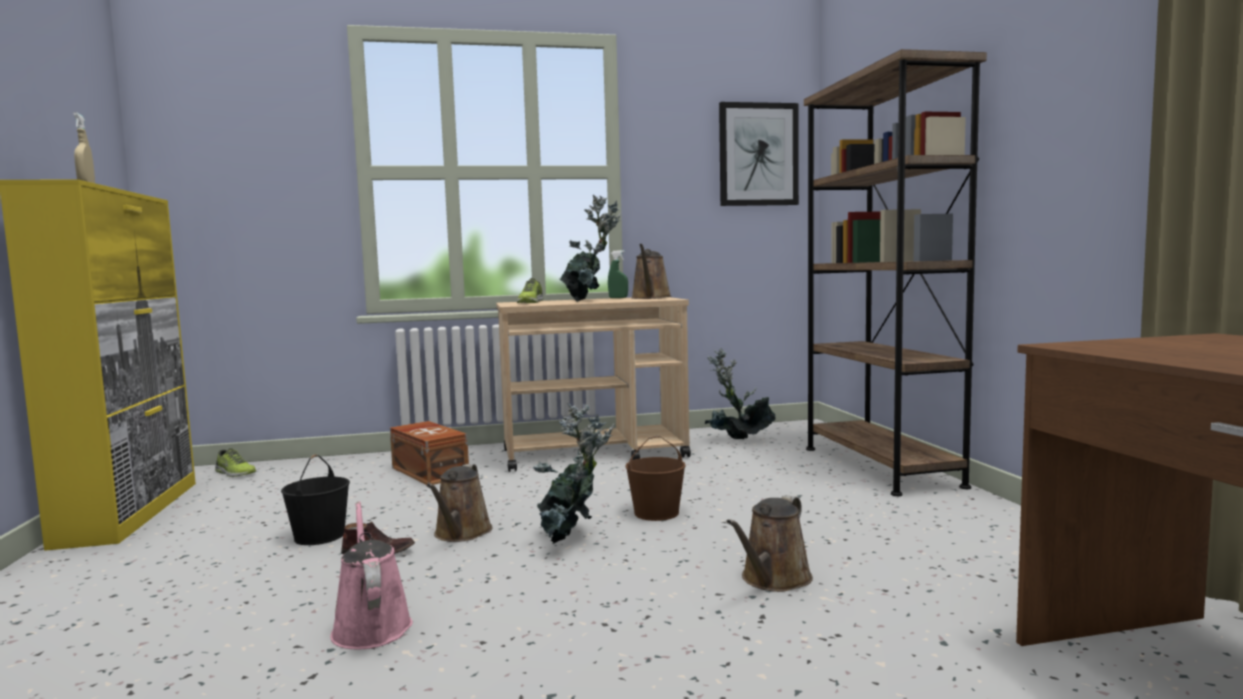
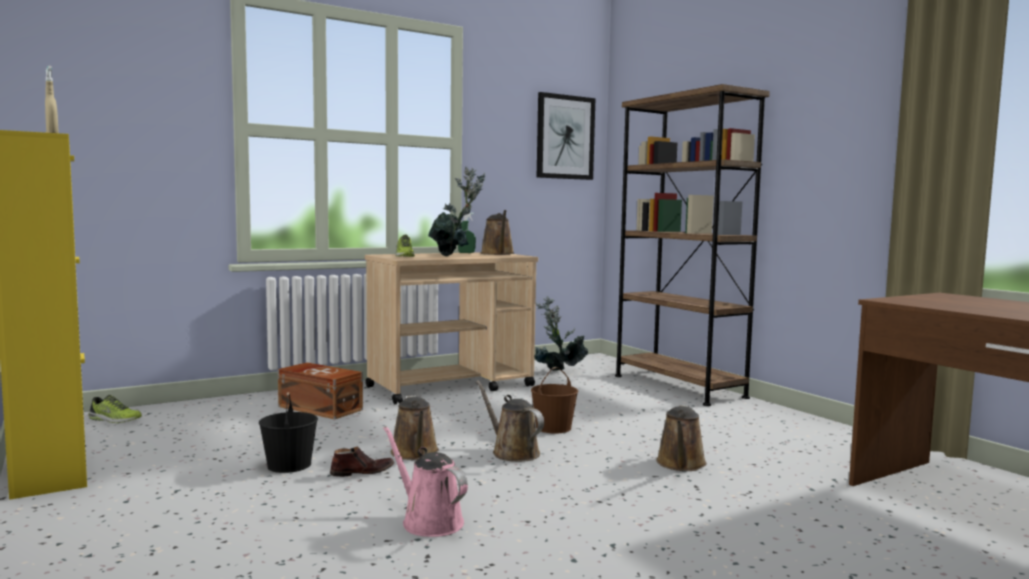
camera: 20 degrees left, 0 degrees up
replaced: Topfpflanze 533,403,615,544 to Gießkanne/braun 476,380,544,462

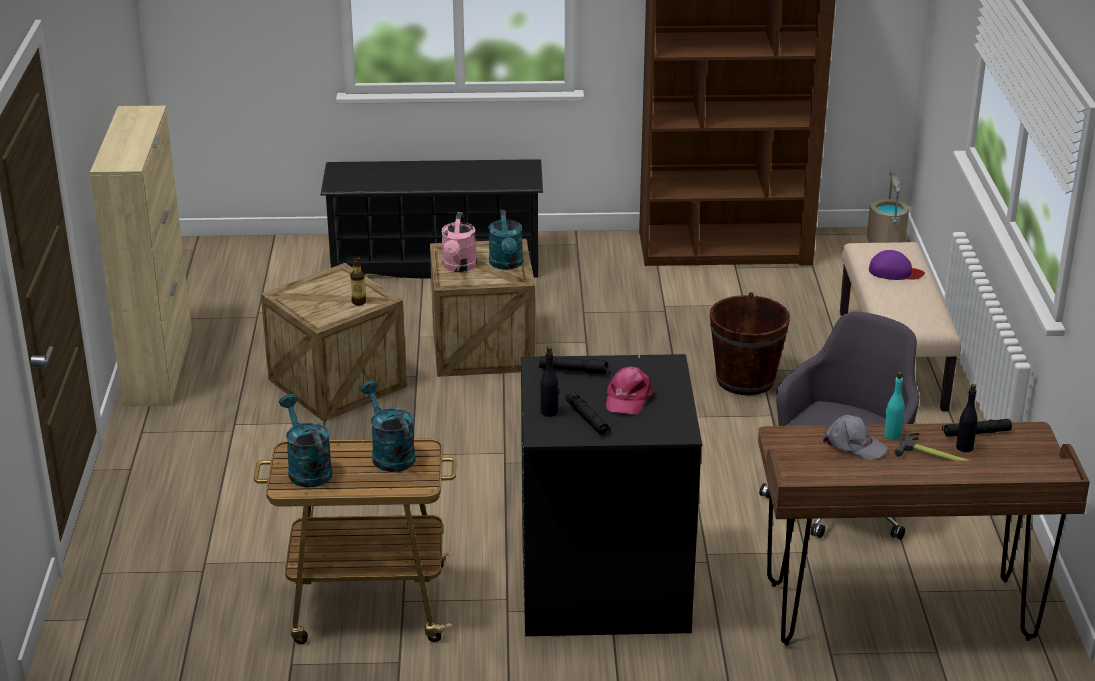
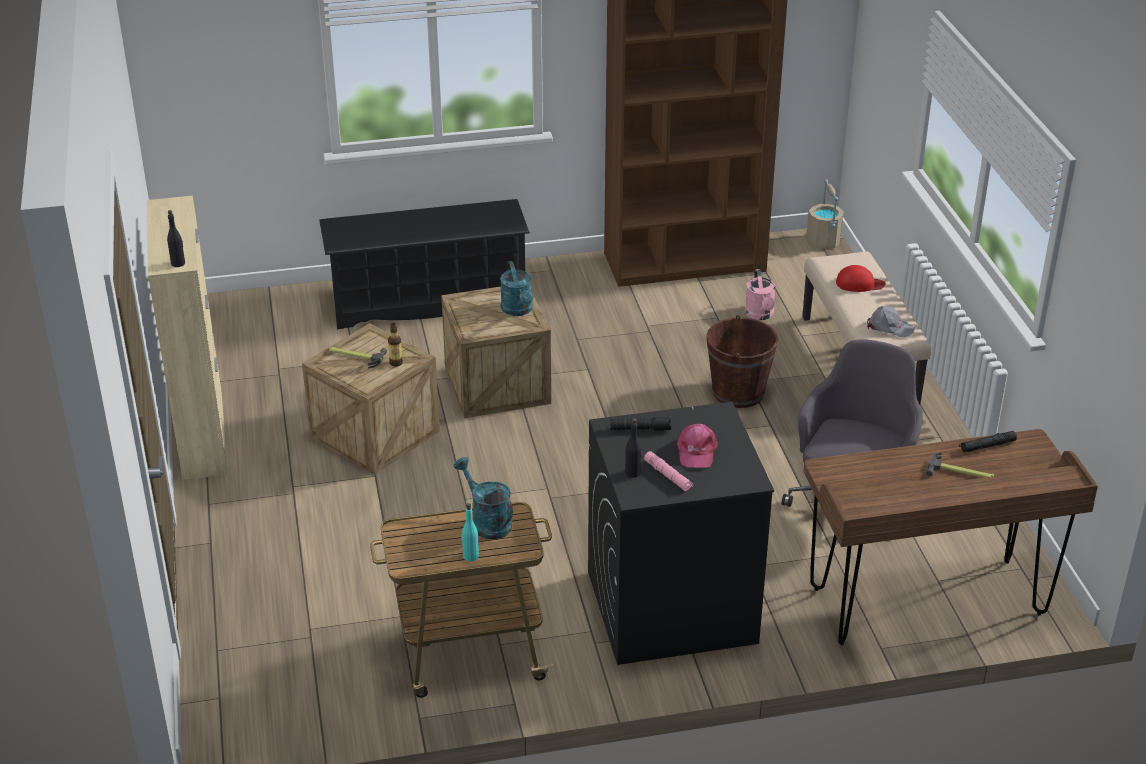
camera: 10 degrees left, 5 degrees up
removed: Gießkanne/türkis 279,394,333,487
added: Hammer 329,347,387,369
moved: Gießkanne/rosa 441,212,477,272 to 745,269,775,320; Kappe/grau 823,415,888,460 to 867,306,915,338; Flasche/türkis 884,372,905,440 to 461,503,479,561; Flasche/schwarz 956,384,978,452 to 167,210,185,267
recoloured: Taschenlampe/schwarz 565,391,611,435 to Taschenlampe/rosa 644,451,693,491; Kappe/lila 869,250,925,280 to Kappe/rot 836,265,886,292

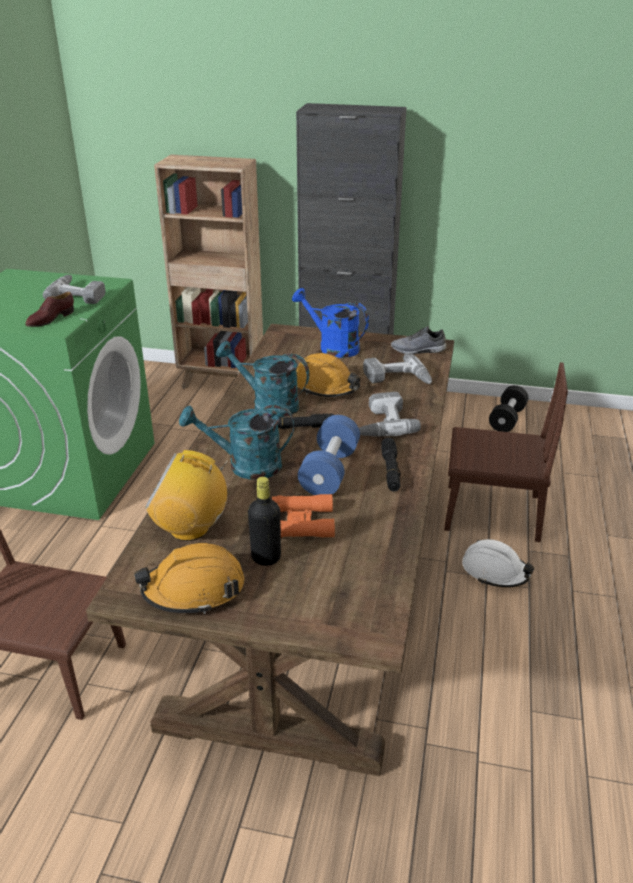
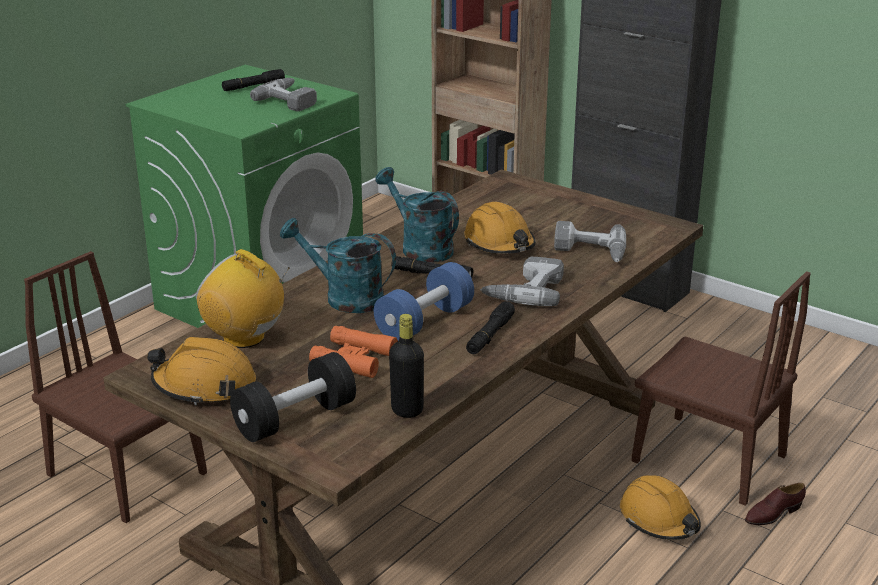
camera: 25 degrees right, 5 degrees down
removed: Gießkanne/blau 292,288,369,358; Schuh/grau 391,326,447,354
added: Taschenlampe/schwarz 222,69,285,91
moved: Schuh/braun 25,292,74,327 to 745,483,806,525; Flasche/schwarz 248,477,281,566 to 389,314,424,418; Hantel/schwarz 489,385,528,432 to 230,352,356,442
recoloured: Schutzhelm/weiß 462,539,534,588 to Schutzhelm/orange 620,475,701,540

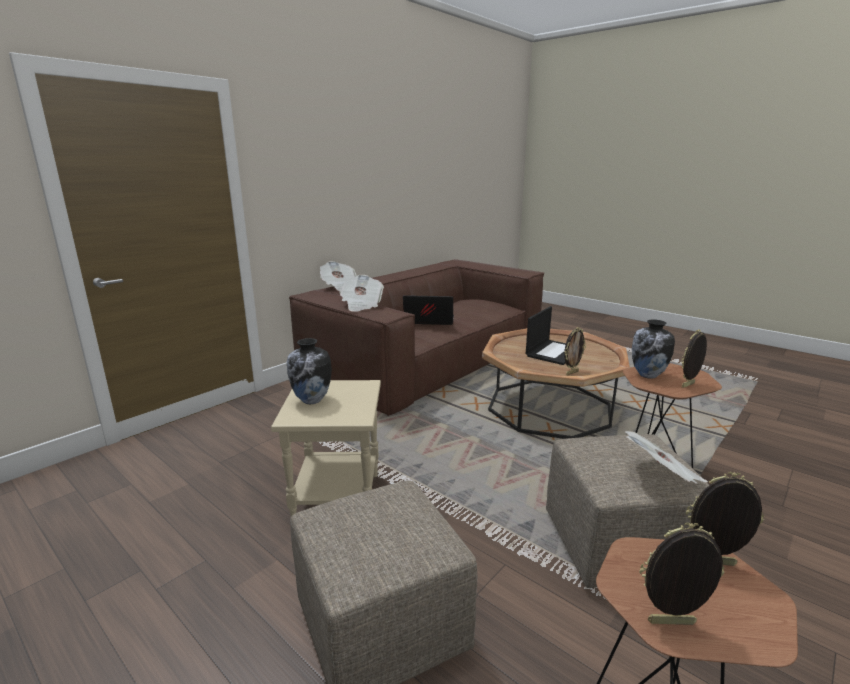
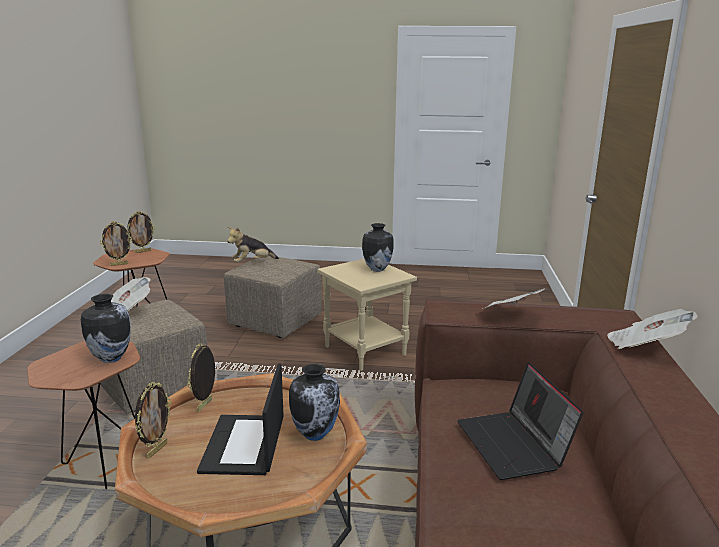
camera: 145 degrees right, 0 degrees up
added: Plüschtier 227,227,279,262; Vase 289,364,340,441
moved: Bilderrahmen 681,329,707,388 to 135,382,172,458
turned: Laptop 403,295,454,325 = 457,362,584,480 105 degrees clockwise

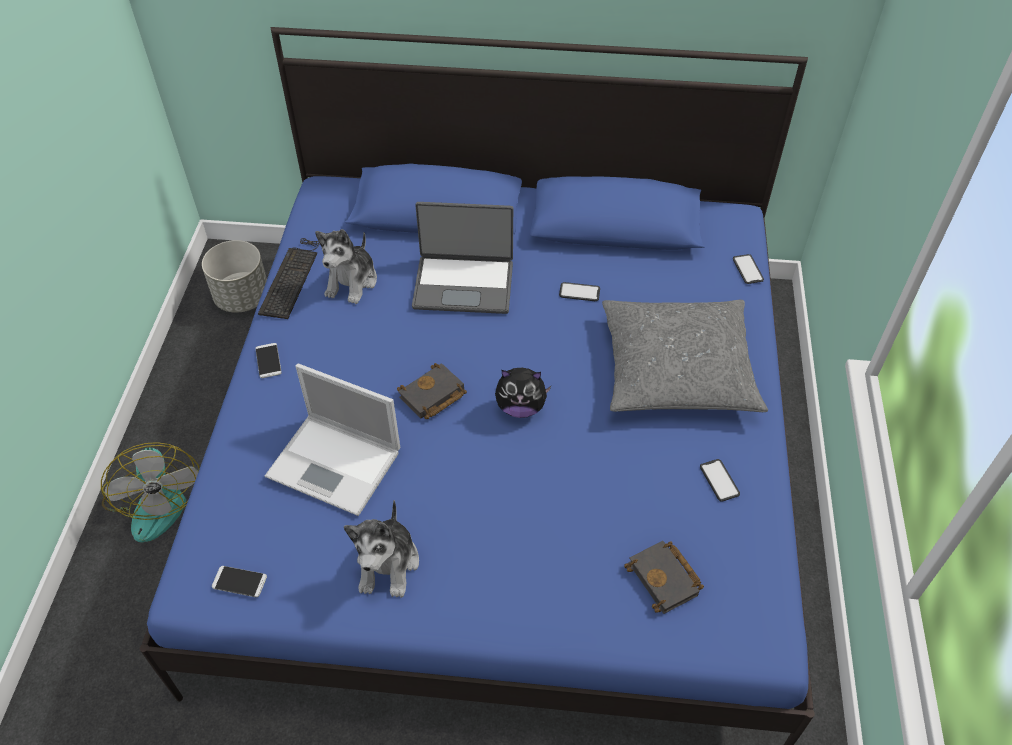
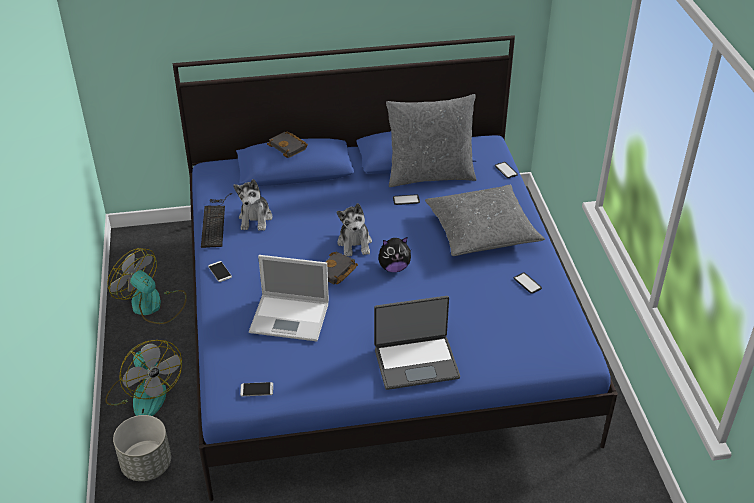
camera: 15 degrees left, 10 degrees down
added: Ventilator 107,248,187,324; Kissen/grau 386,94,477,187
moved: Pflanzkübel/grau 202,240,267,313 to 113,415,171,481; Plüschtier 344,500,419,598 to 337,203,372,256; Laptop 412,202,513,314 to 374,296,460,390; Buch/schwarz 624,541,704,614 to 267,131,308,158

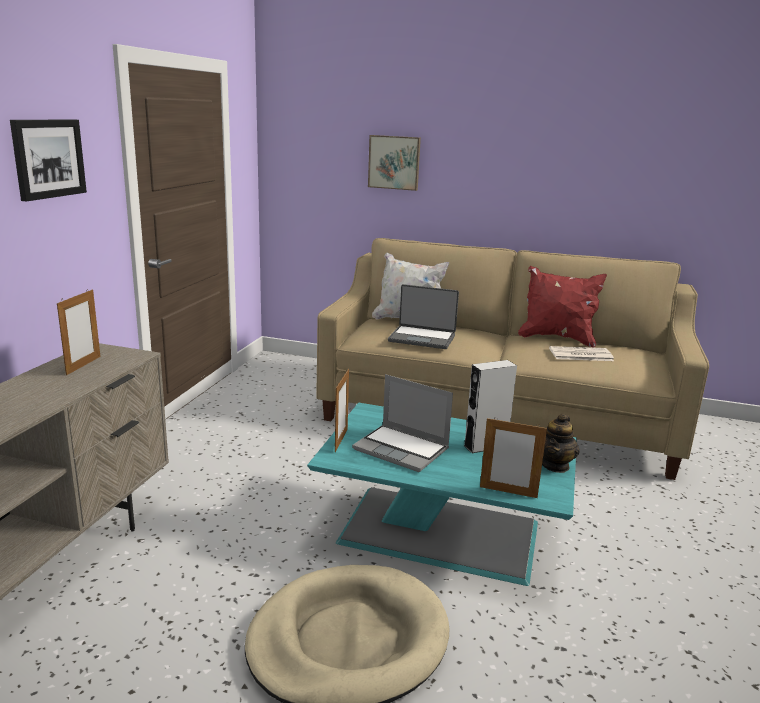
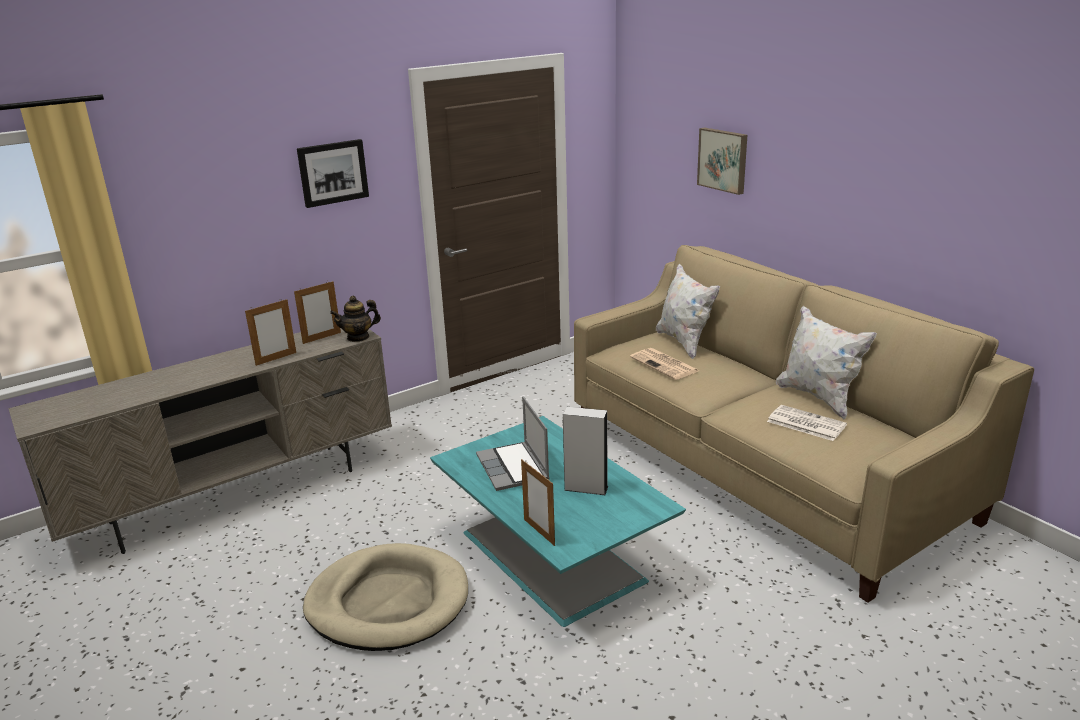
camera: 40 degrees right, 5 degrees up
moved: Bilderrahmen 335,369,349,452 to 245,299,296,366; Teekanne 542,414,580,473 to 330,296,381,342
replaced: Laptop 388,284,459,349 to Zeitung 630,348,699,380
recoloured: Kissen/rot 518,266,607,348 to Kissen/weiß 776,306,877,419

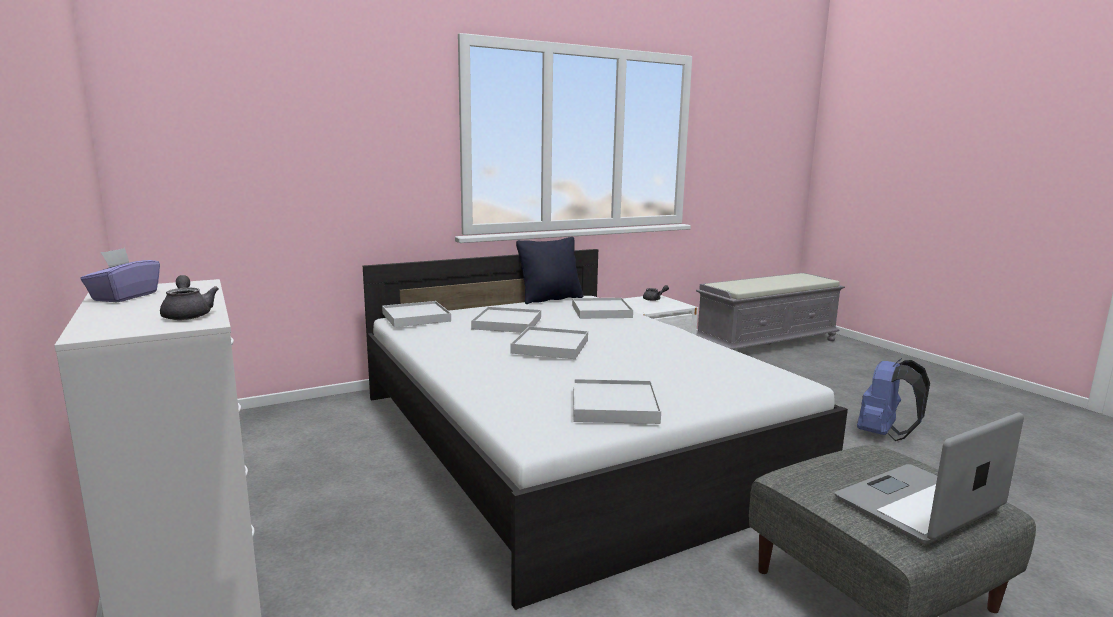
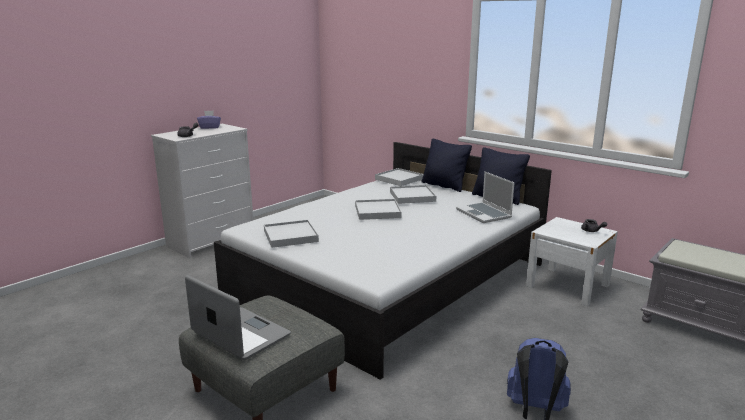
camera: 70 degrees right, 5 degrees up
added: Kissen/schwarz 421,139,472,192
replaced: Tablett/weiß 572,298,633,319 to Laptop 456,172,515,223

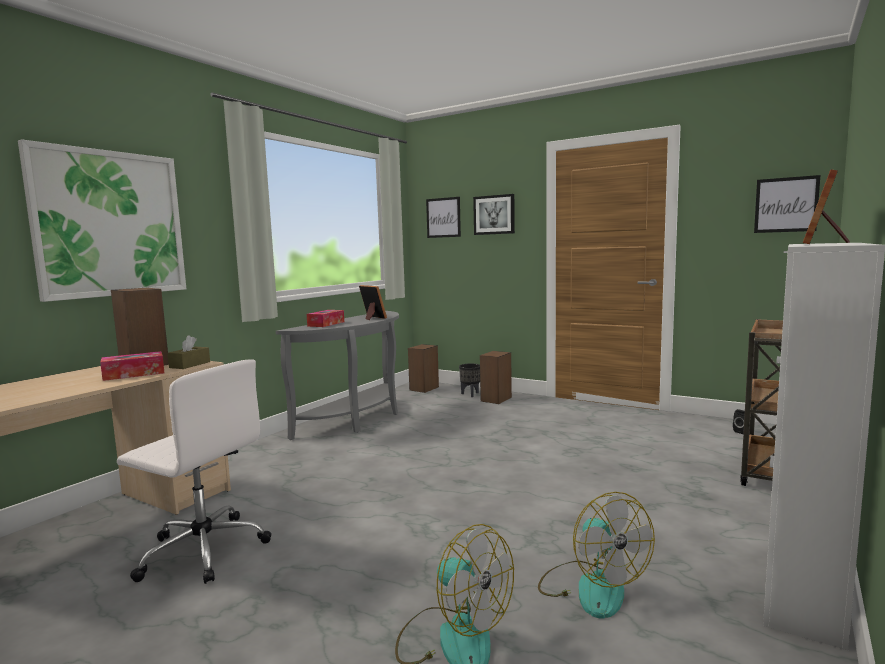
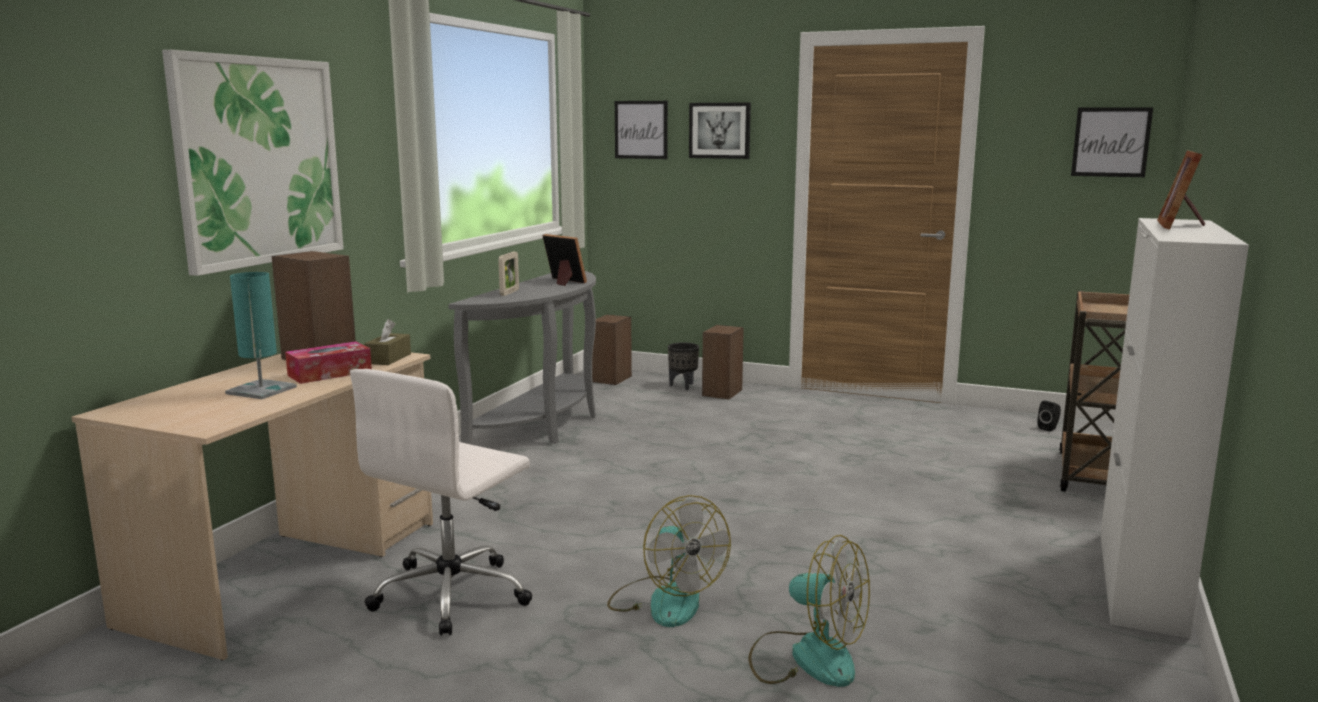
camera: 10 degrees left, 5 degrees up
added: Tischlampe/türkis 225,272,297,399
moved: Ventilator 538,492,655,619 to 607,495,731,627
replaced: Taschentuchbox 307,310,344,327 to Bilderrahmen 498,252,519,296
turned: Bürostuhl/weiß 117,359,272,584 = 350,369,533,636 105 degrees clockwise

